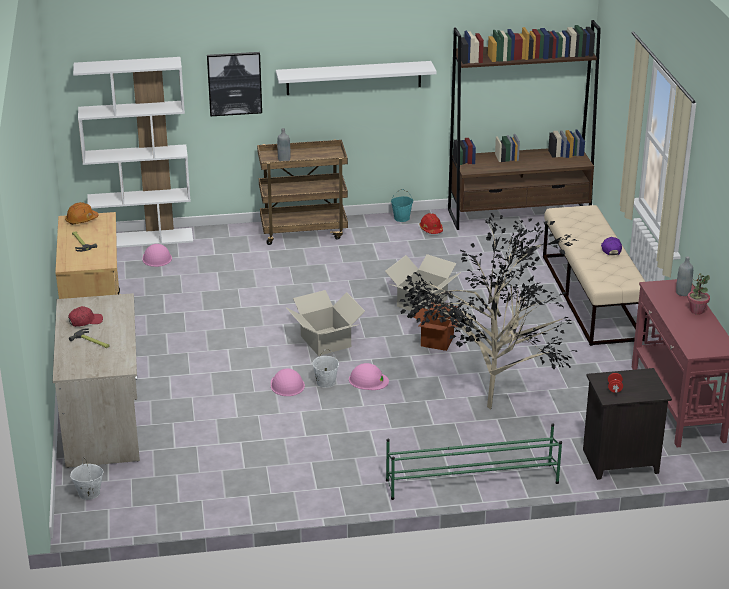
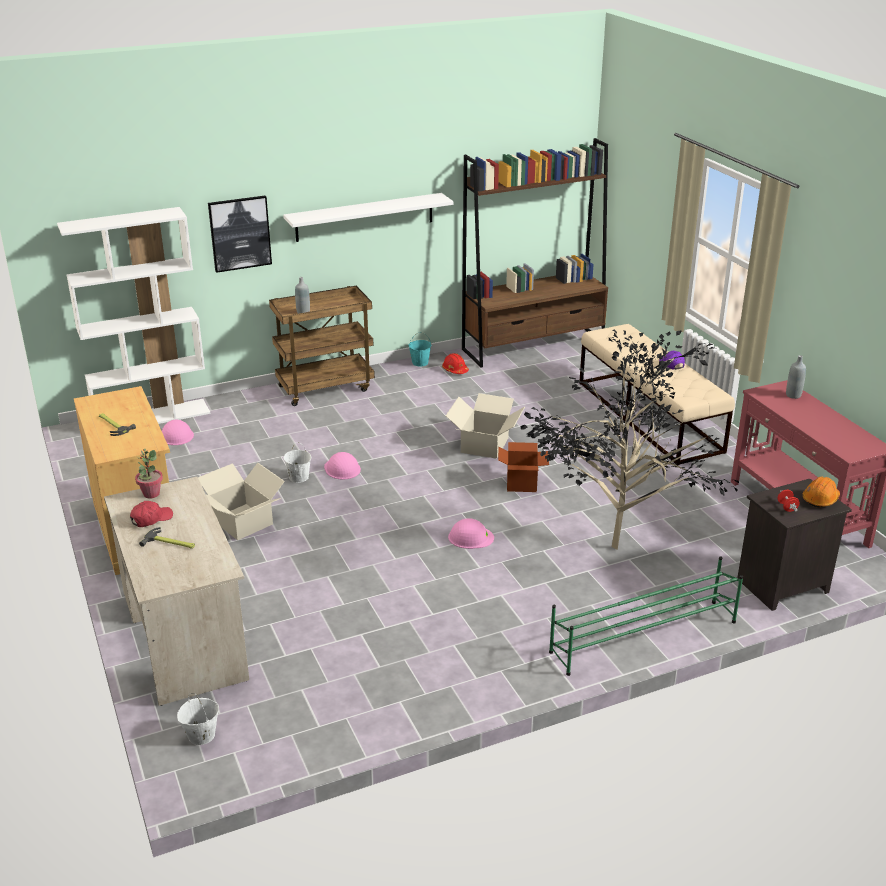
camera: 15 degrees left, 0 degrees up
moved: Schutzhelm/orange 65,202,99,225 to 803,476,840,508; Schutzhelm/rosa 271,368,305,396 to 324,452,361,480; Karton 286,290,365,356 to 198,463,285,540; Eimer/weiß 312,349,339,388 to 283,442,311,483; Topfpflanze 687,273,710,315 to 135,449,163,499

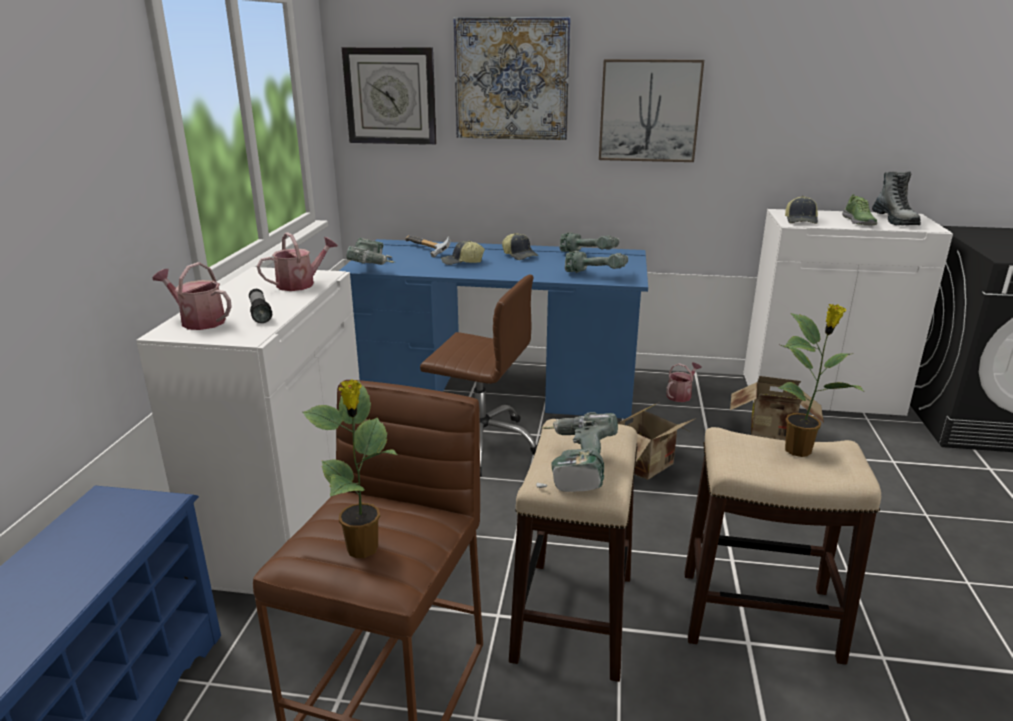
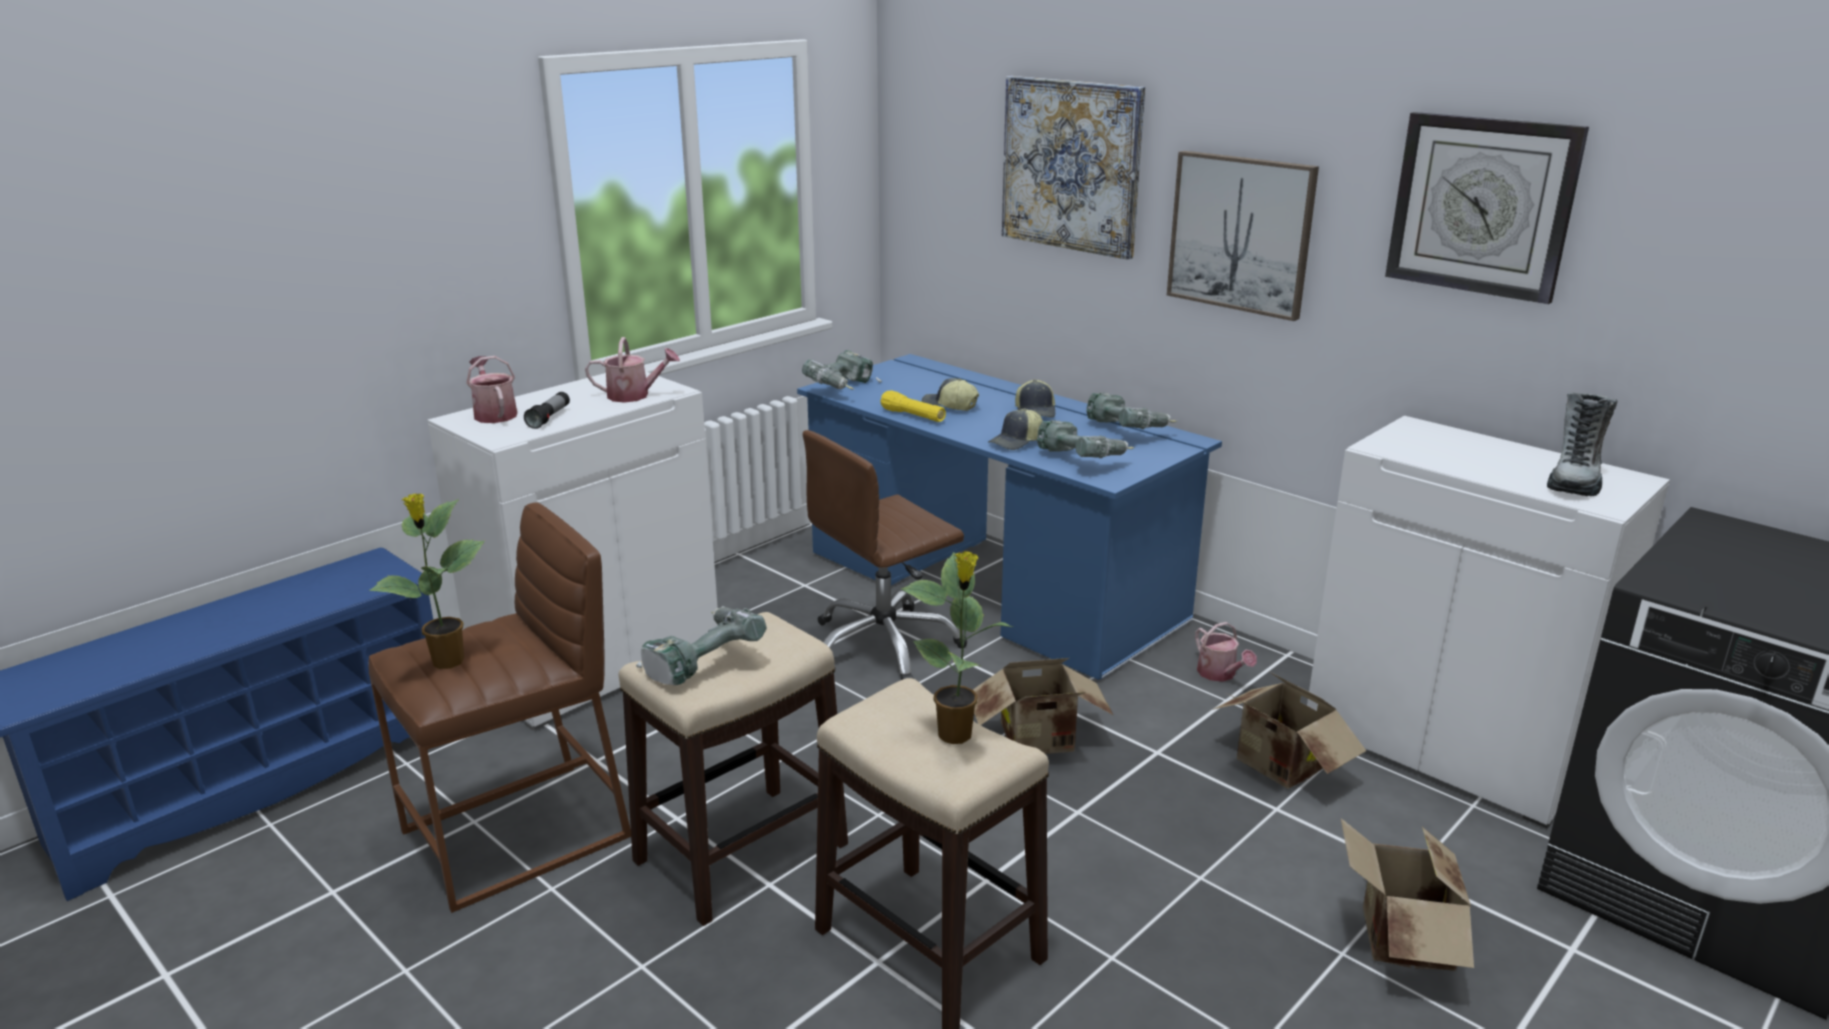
camera: 35 degrees right, 0 degrees up
removed: Hammer 405,235,451,258; Schuh 842,194,877,225
added: Taschenlampe/gelb 880,390,946,422; Karton 1341,818,1474,971
moved: Wanduhr 342,47,437,145 to 1385,112,1589,304; Kappe 785,196,818,224 to 988,409,1043,450
turned: Bürostuhl/braun 420,275,537,477 = 803,430,967,680 90 degrees clockwise; Gießkanne 666,362,701,402 = 1195,622,1257,682 75 degrees clockwise

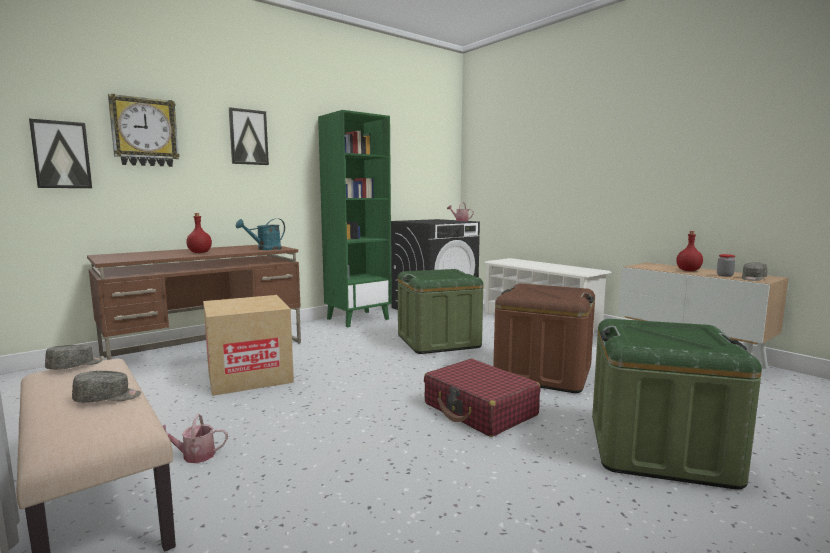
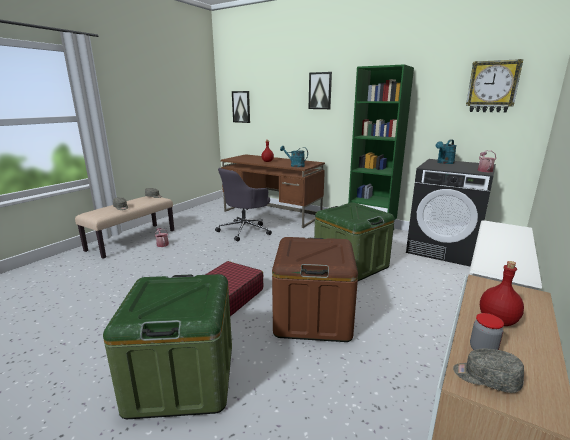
camera: 70 degrees right, 10 degrees up
added: Gießkanne/türkis 436,139,457,164
moved: Wanduhr 108,94,180,167 to 466,59,523,113
replaced: Karton 203,295,294,396 to Bürostuhl/grau 215,168,272,242

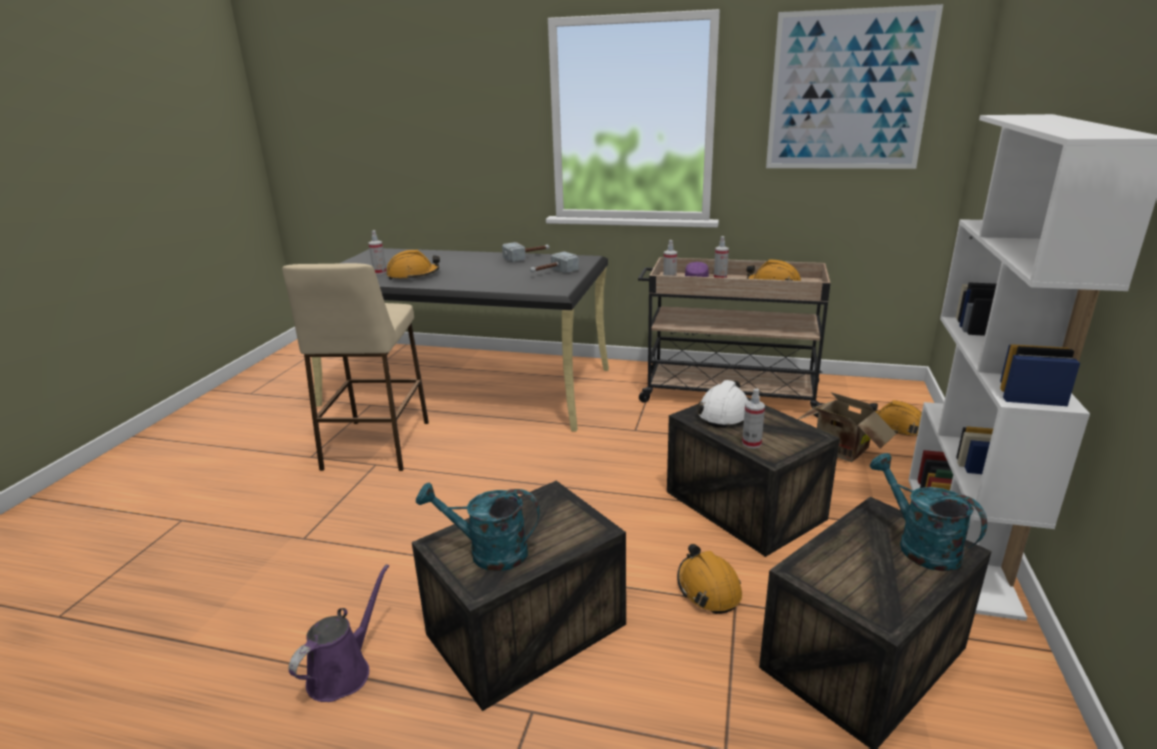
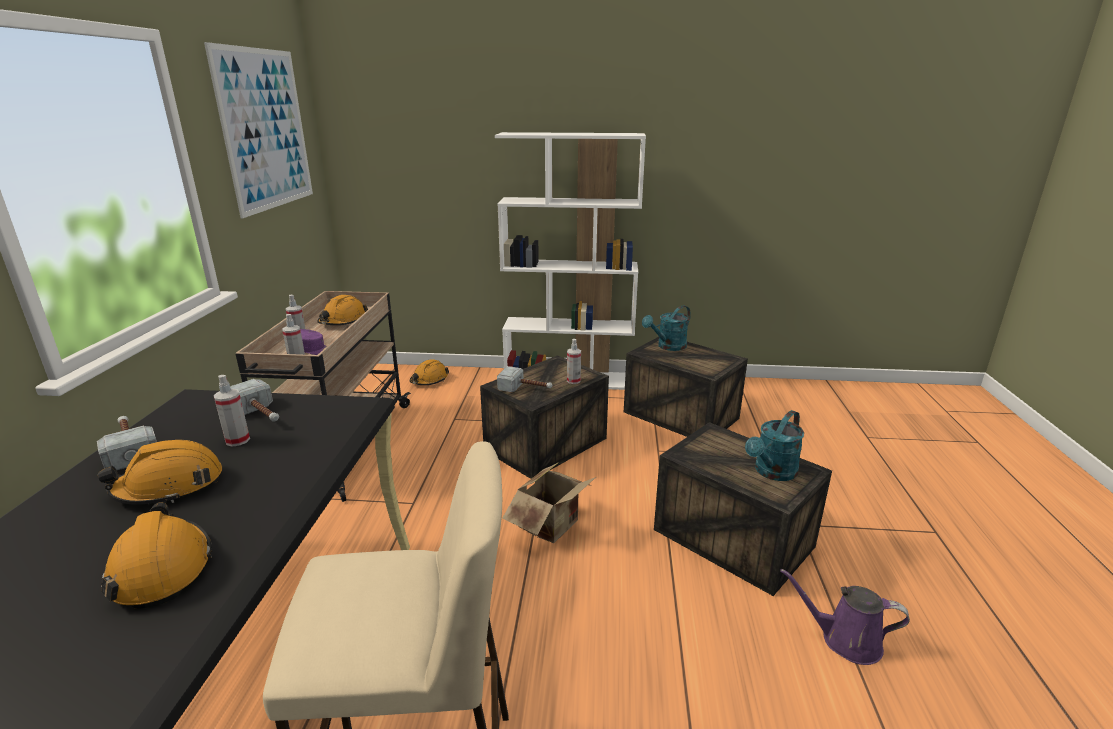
camera: 100 degrees left, 0 degrees up
moved: Sprühflasche 368,230,387,275 to 214,375,250,447; Schutzhelm/orange 677,544,742,614 to 98,440,222,505; Karton 798,392,897,462 to 502,462,596,543
replaced: Schutzhelm/weiß 696,380,750,428 to Hammer 497,366,552,392
turned: Gießkanne/türkis 416,482,540,571 = 745,410,804,481 45 degrees clockwise

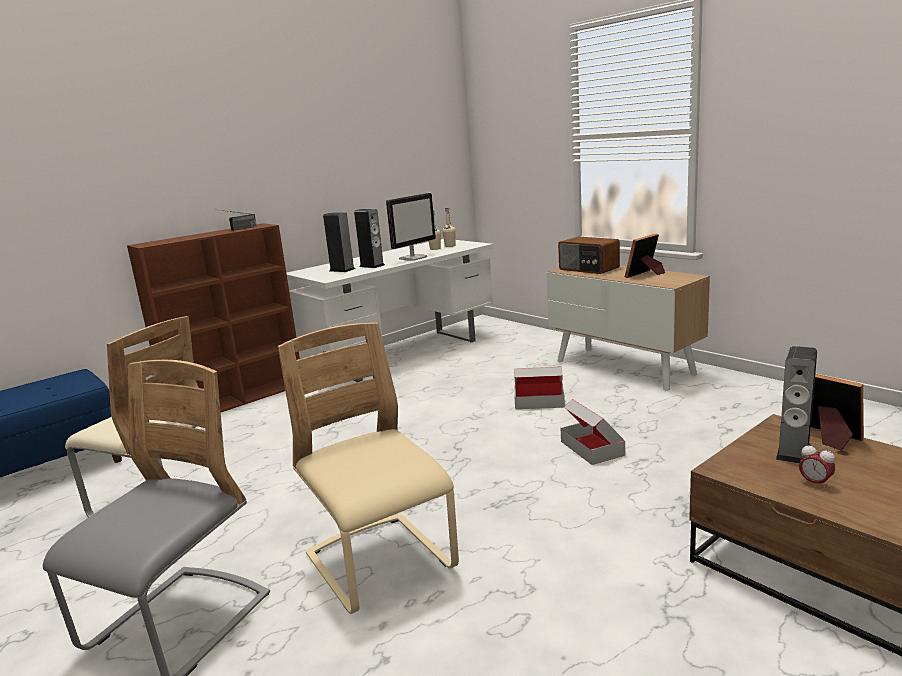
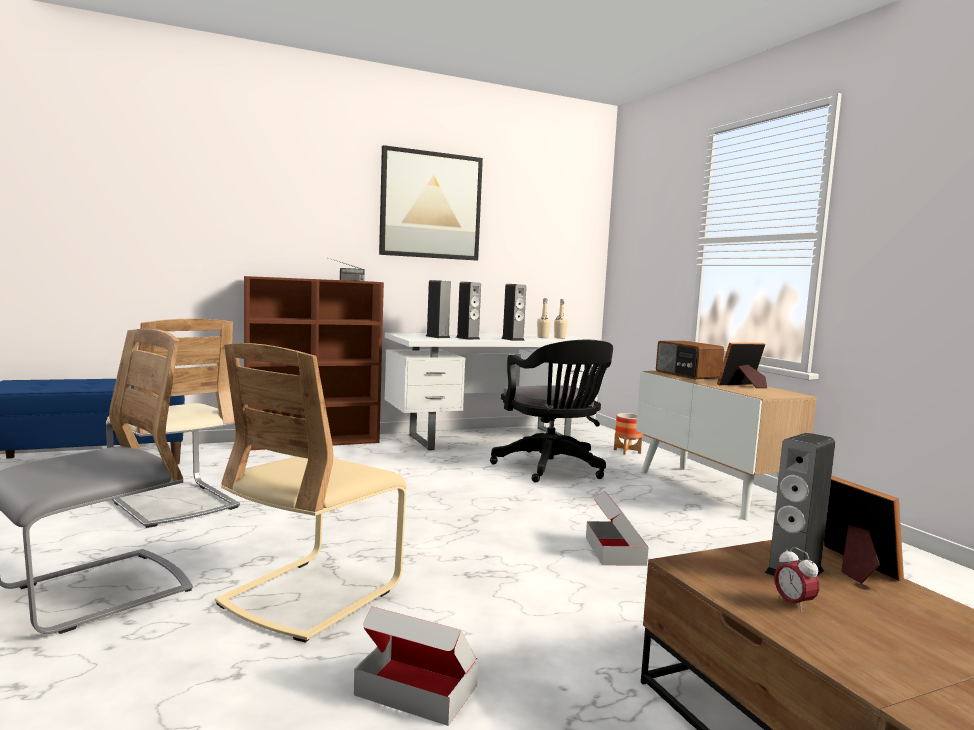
camera: 15 degrees right, 10 degrees down
added: Bild 379,145,483,260; Bürostuhl/schwarz 490,340,613,483; Pflanzkübel 614,413,642,455
moved: Karton 514,367,565,409 to 354,607,479,726
replaced: Monitor 386,193,436,261 to Lautsprecher 501,284,526,341
turned: Stuhl/beige 278,323,459,614 = 215,343,407,643 135 degrees counterclockwise

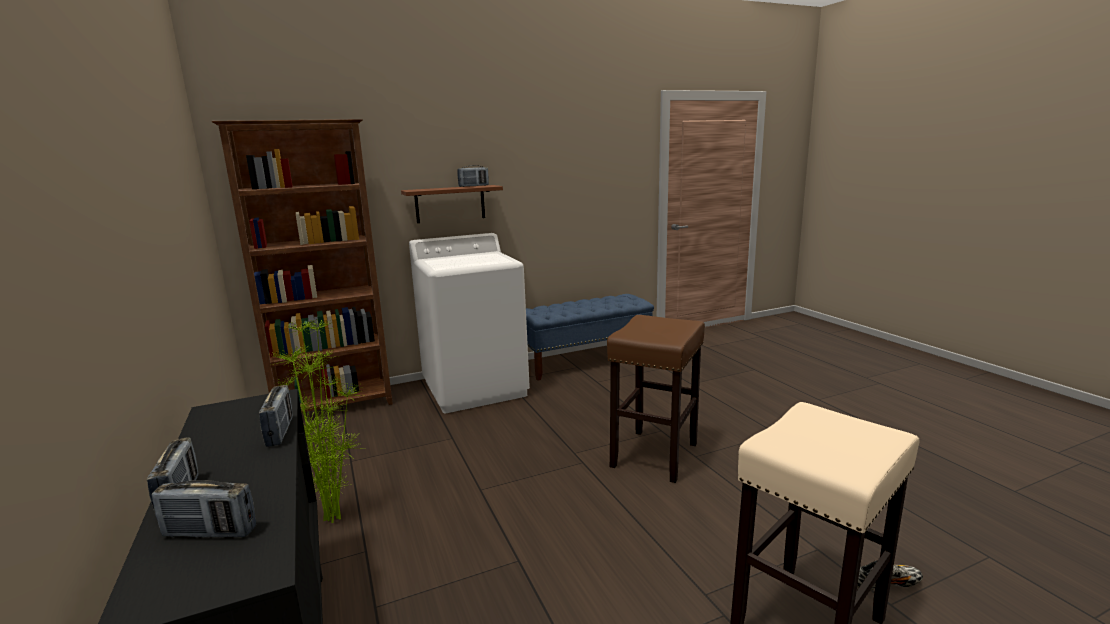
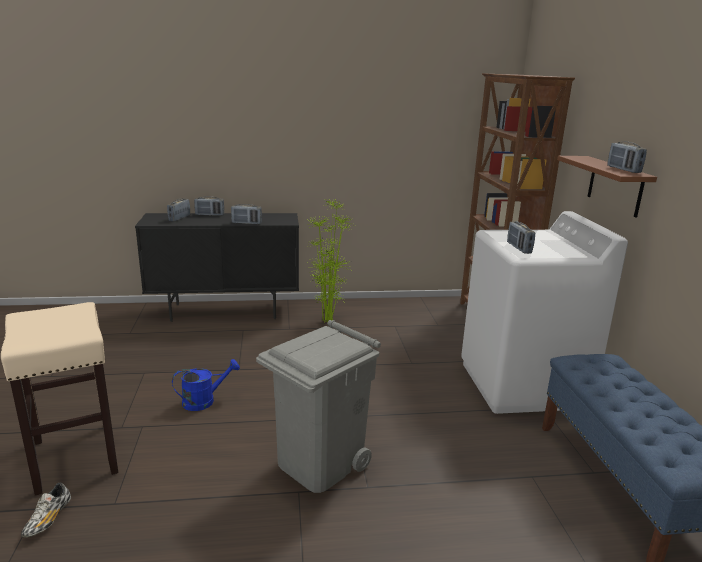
camera: 105 degrees right, 5 degrees up
added: Gießkanne/blau 172,359,240,411; Radio 507,221,535,254
replaced: Hocker/braun 607,315,705,483 to Mülleimer/grau 256,320,381,493

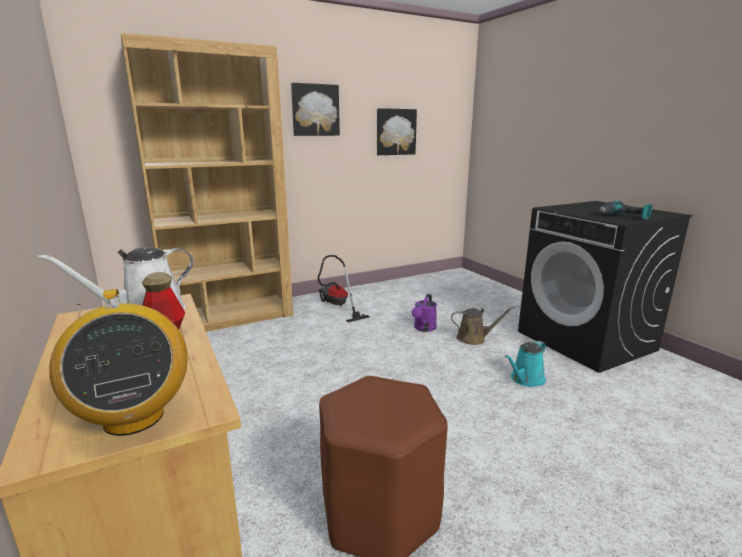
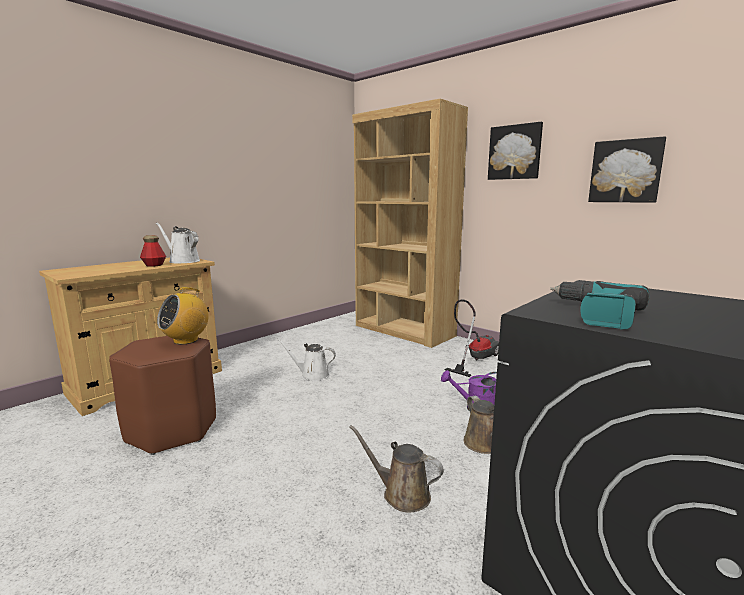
camera: 70 degrees right, 5 degrees down
added: Gießkanne/weiß 277,339,336,381
moved: Radio 49,289,188,436 to 157,287,209,345
recoloured: Gießkanne/türkis 505,341,546,387 to Gießkanne/braun 349,425,444,512

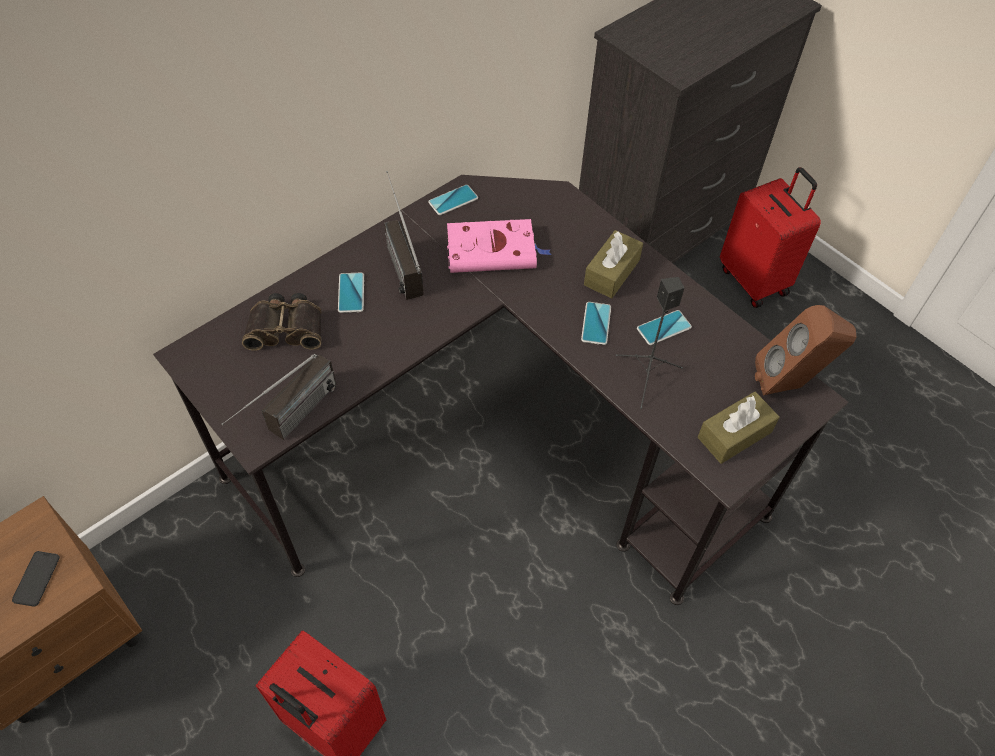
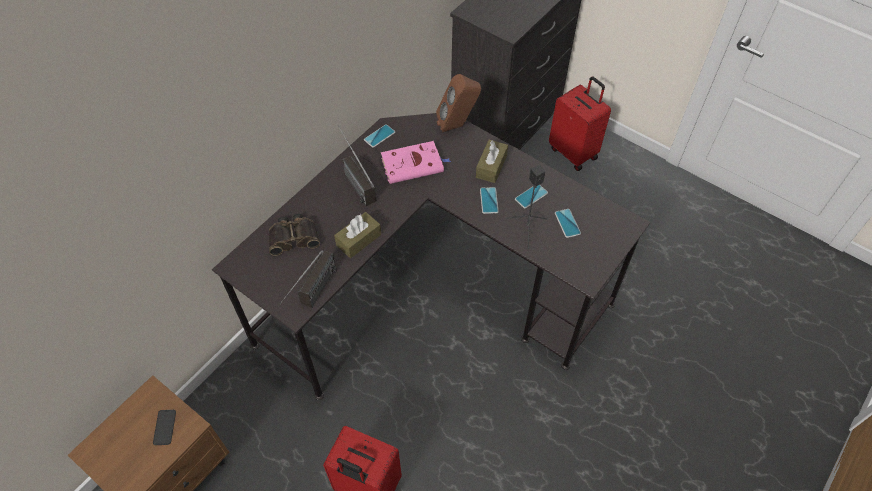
camera: 10 degrees left, 0 degrees up
moved: Handy 338,273,364,313 to 555,209,581,238; Taschentuchbox/braun 698,391,780,464 to 334,212,381,258; Lautsprecher/braun 755,305,856,395 to 436,74,481,133

